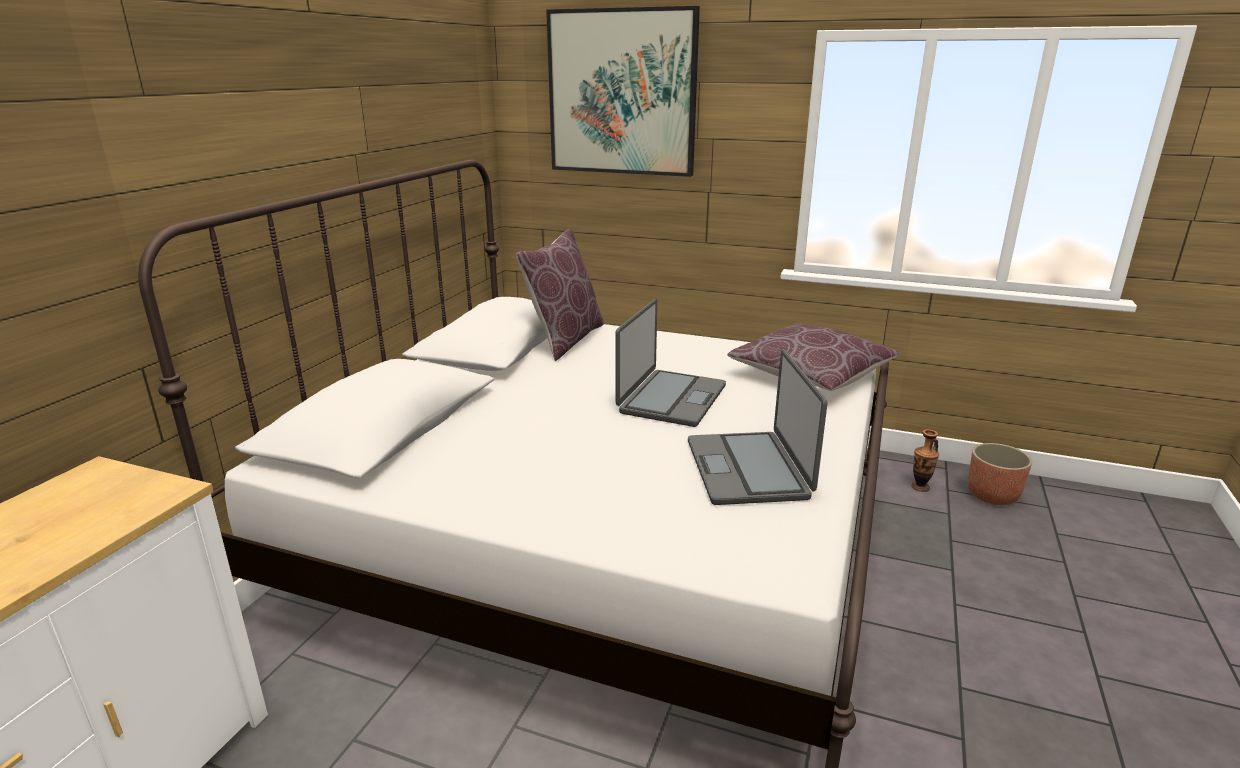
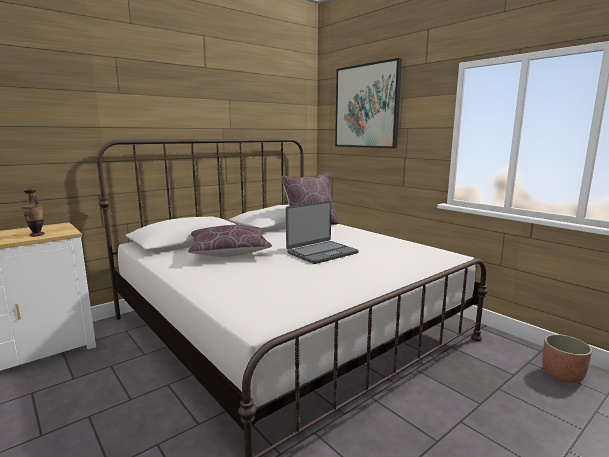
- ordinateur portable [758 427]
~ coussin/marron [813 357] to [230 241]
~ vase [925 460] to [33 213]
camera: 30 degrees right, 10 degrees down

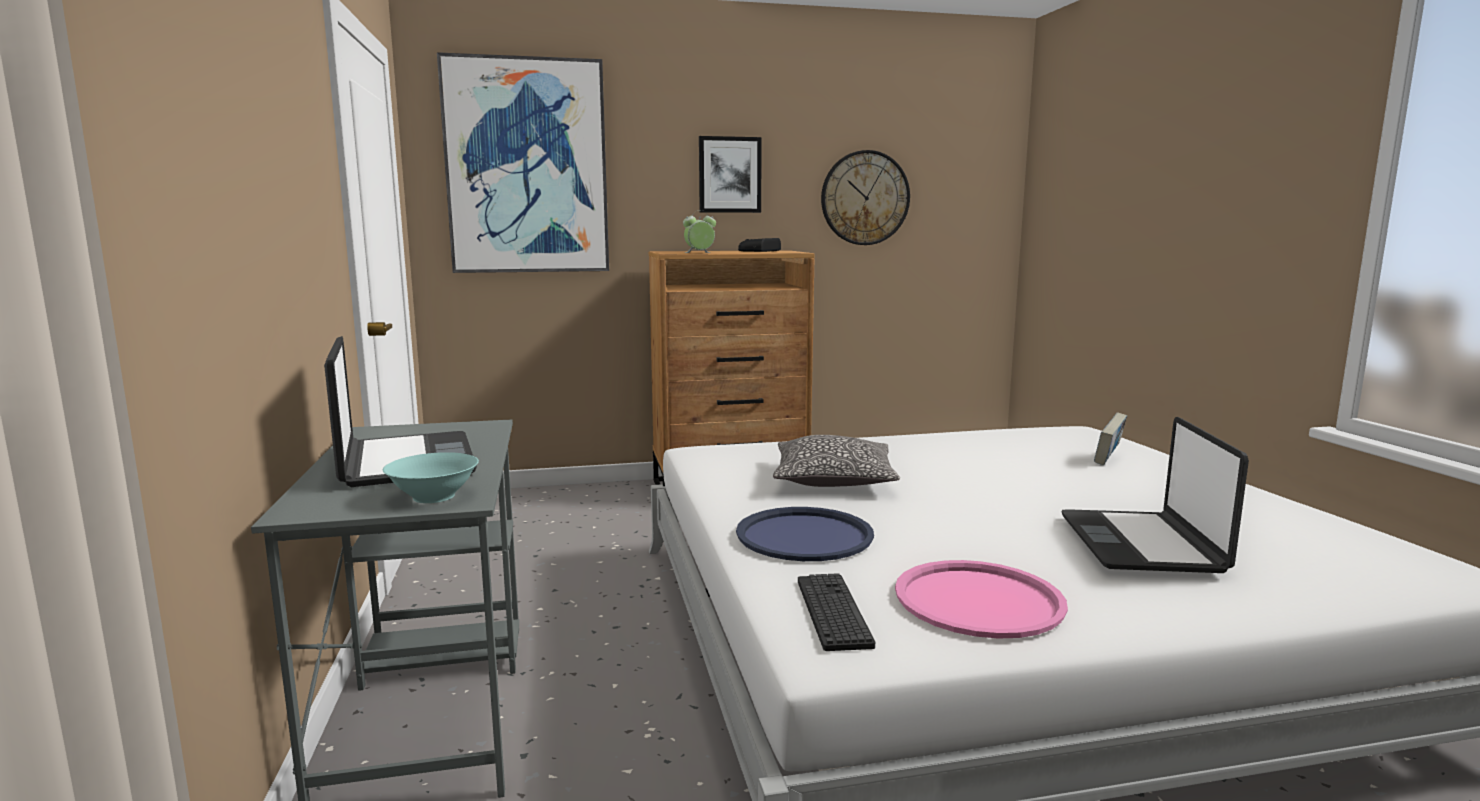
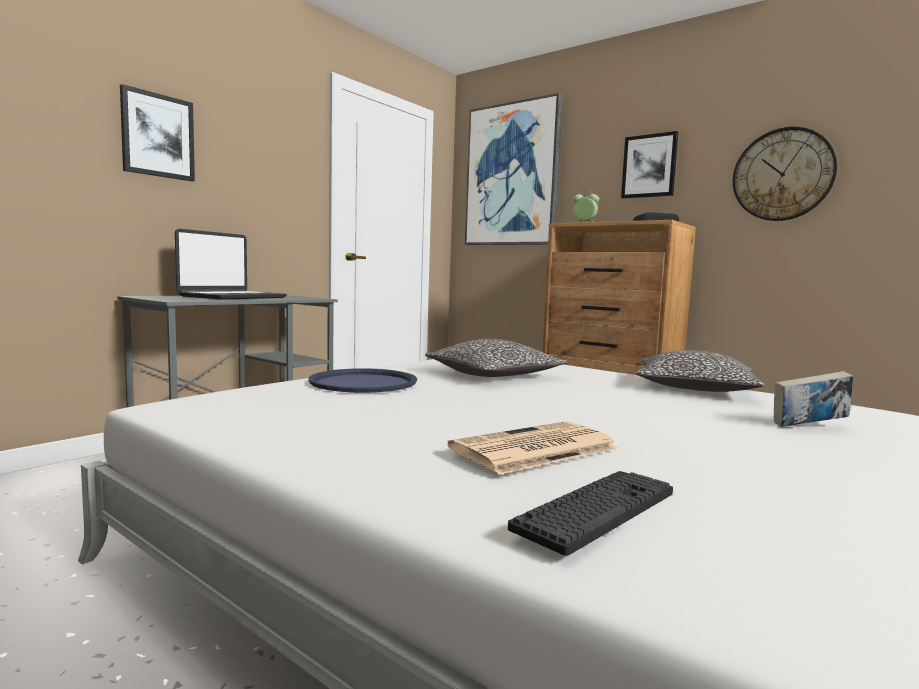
- bol/turquoise [431 477]
~ clavier [836 612] to [590 513]
- plateau/rose [981 599]
~ ordinateur portable [1155 495] to journal [532 448]
+ tableau [157 132]
+ coussin [699 371]
camera: 50 degrees right, 5 degrees down

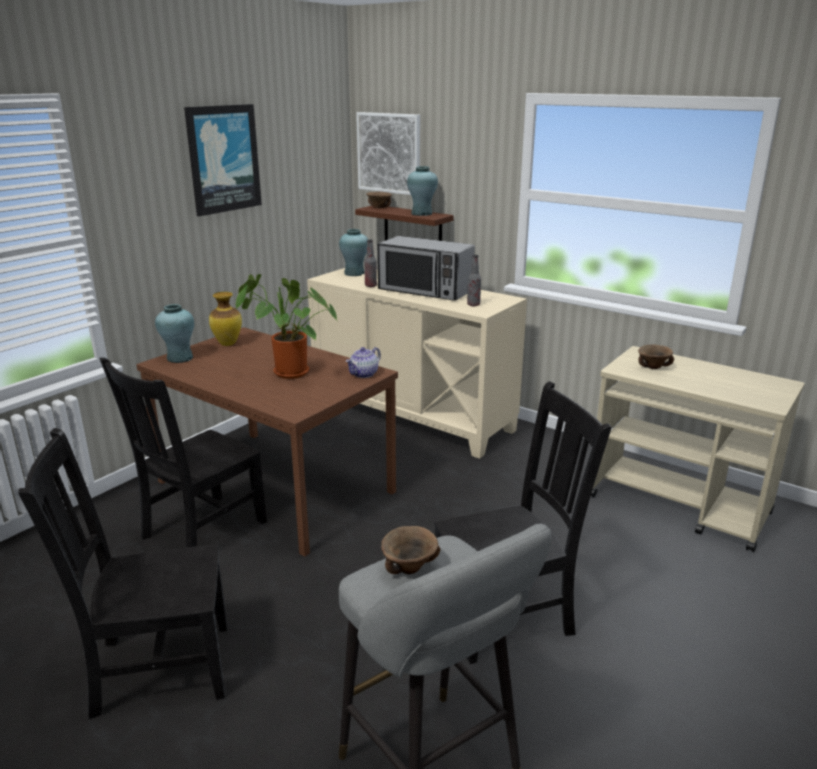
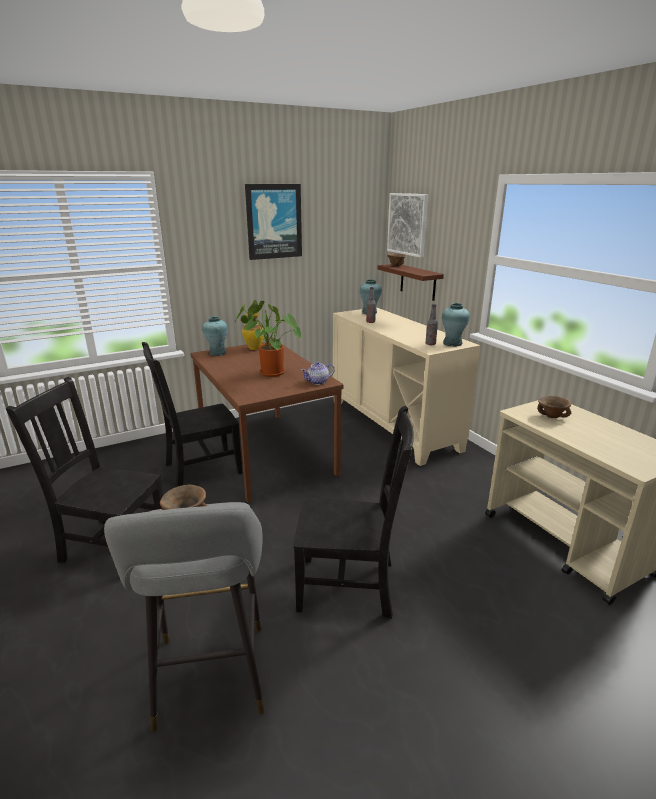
- micro-ondes [426 268]
~ vase/turquoise [422 191] to [456 324]
camera: 25 degrees right, 0 degrees up

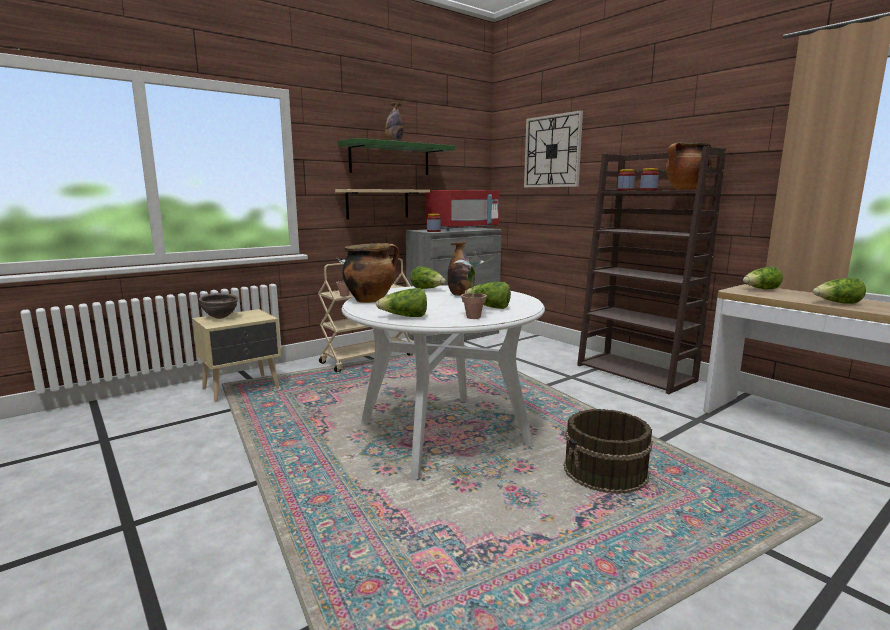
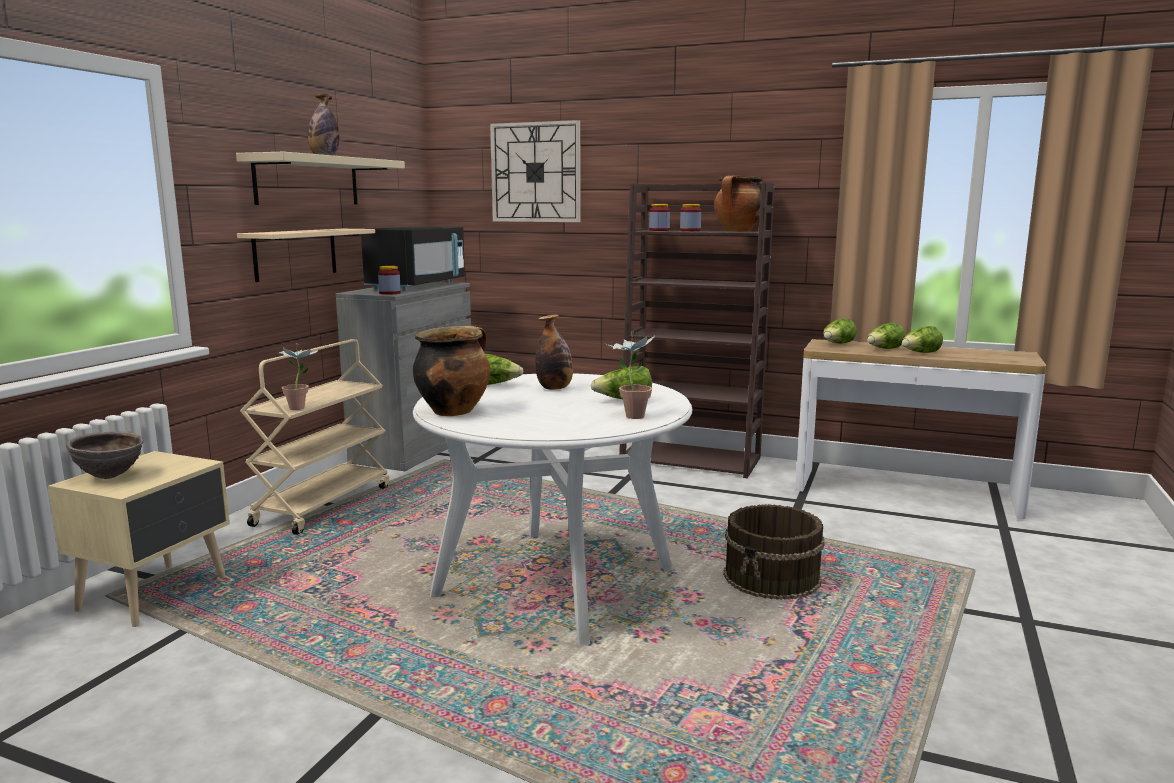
~ étagère/vert [396 156] to étagère/beige [320 178]
~ laitue [401 302] to [886 336]
~ micro-ondes/rouge [463 210] to micro-ondes/noir [413 258]
camera: 30 degrees left, 0 degrees up

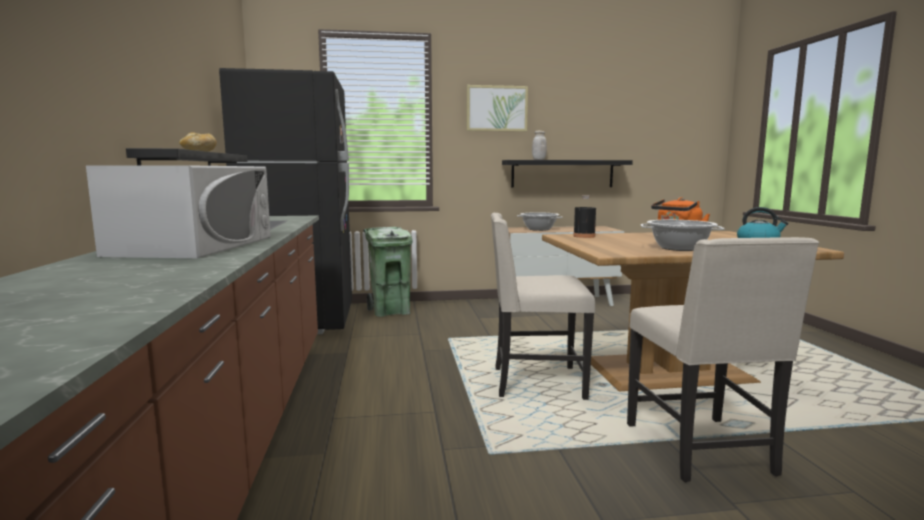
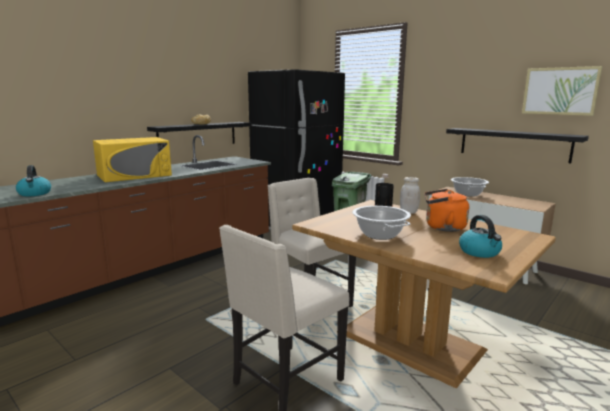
~ micro-ondes/blanc [178 211] to micro-ondes/jaune [132 159]
~ tableau [497 108] to [562 91]
~ bocal/blanc [539 145] to [410 195]
+ bouilloire [33 180]
camera: 50 degrees right, 5 degrees up

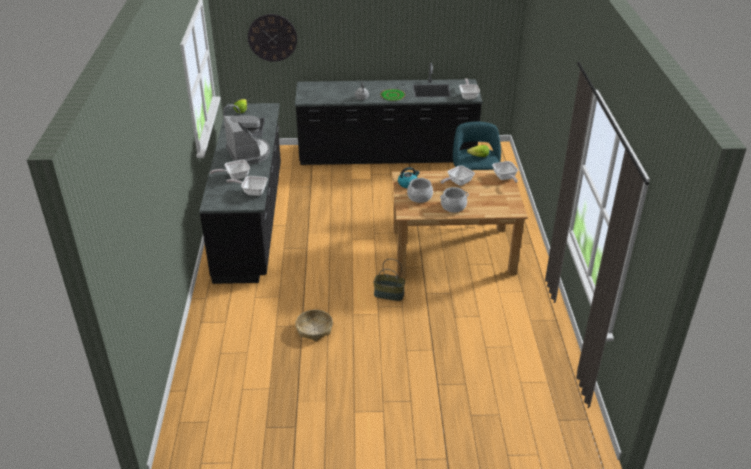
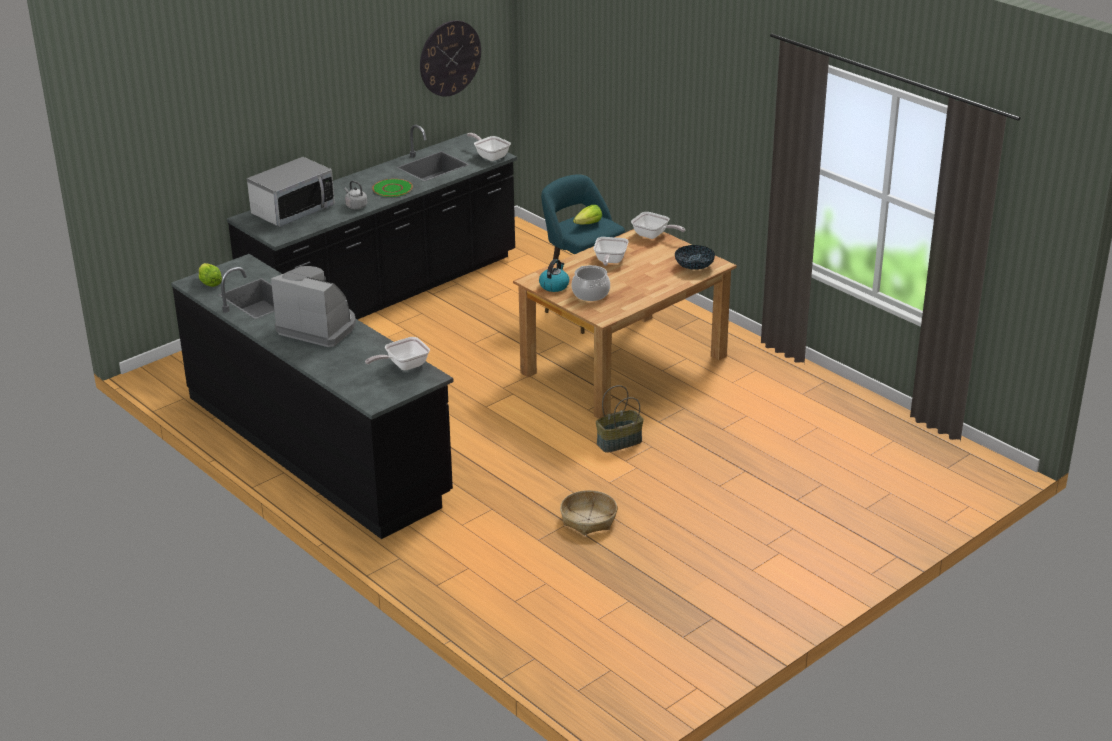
- poêle [229 170]
~ horloge murale [272 38] to [450 58]
- marmite [454 200]
+ micro-ondes [291 192]
+ bol [695 257]
camera: 40 degrees left, 5 degrees down

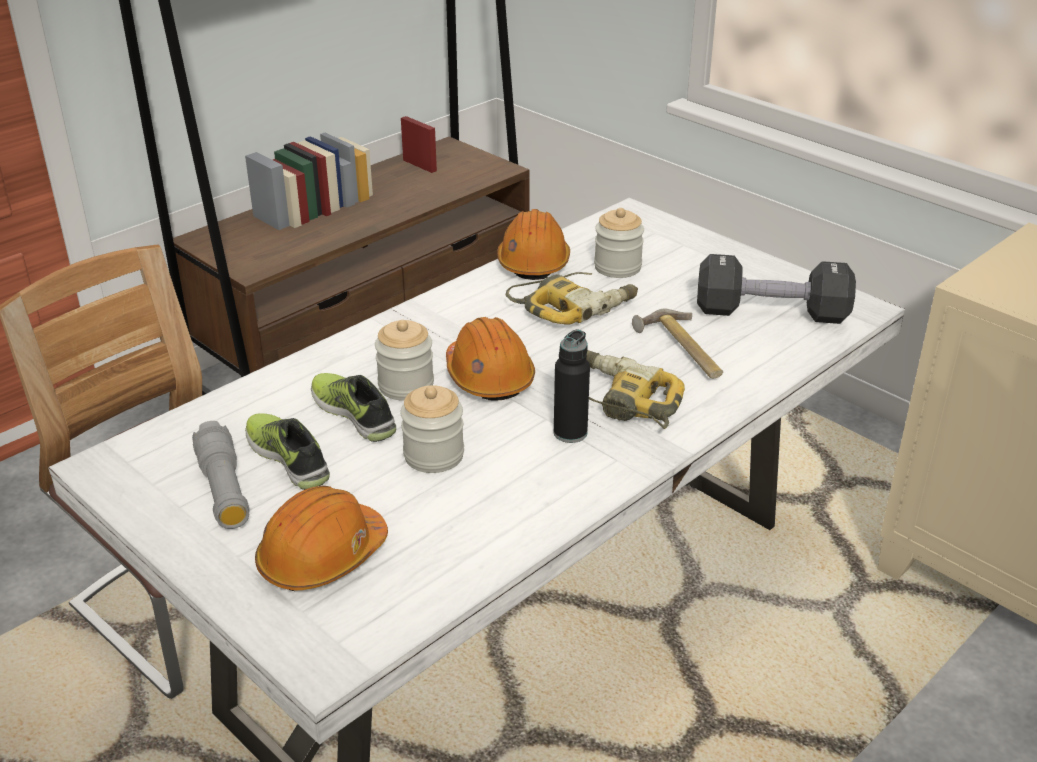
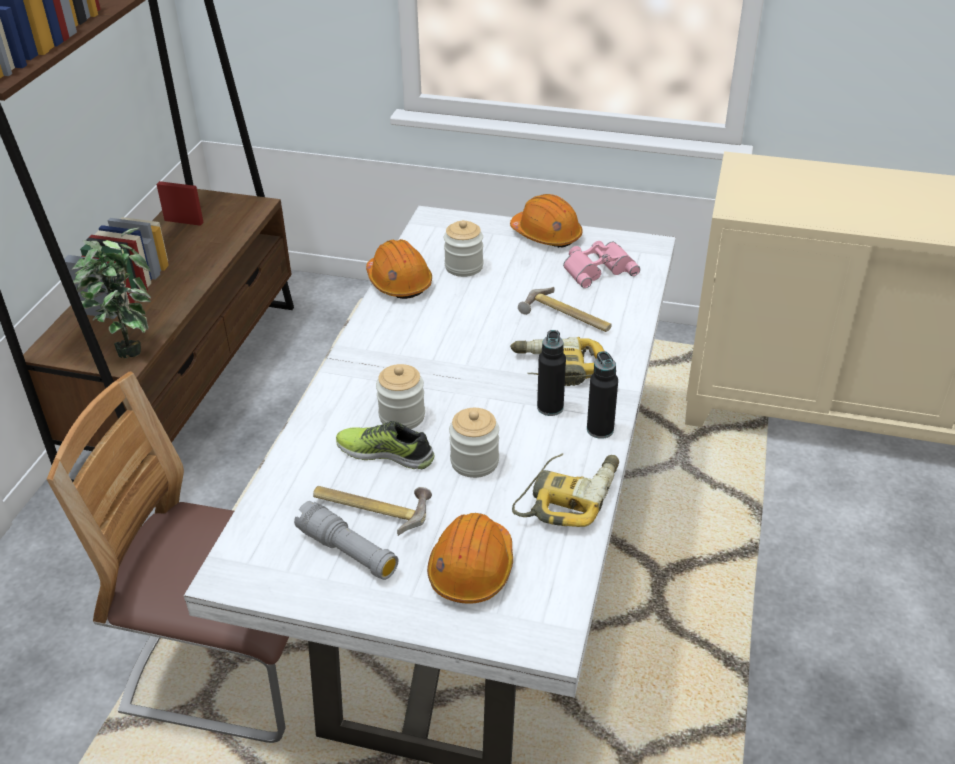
~ chaussure [287 451] to marteau [372 511]
~ casque de chantier/orange [490 359] to [546 221]
~ perceuse [572 298] to [565 490]
~ haltère/noir [776 289] to jumelles/rose [601 264]
+ plante en pot [111 292]
+ bouteille/noir [602 395]
camera: 30 degrees left, 5 degrees up

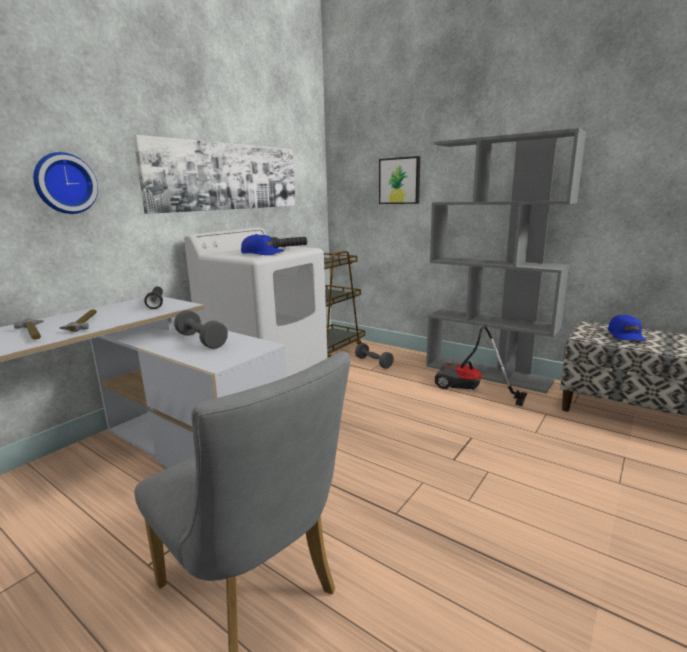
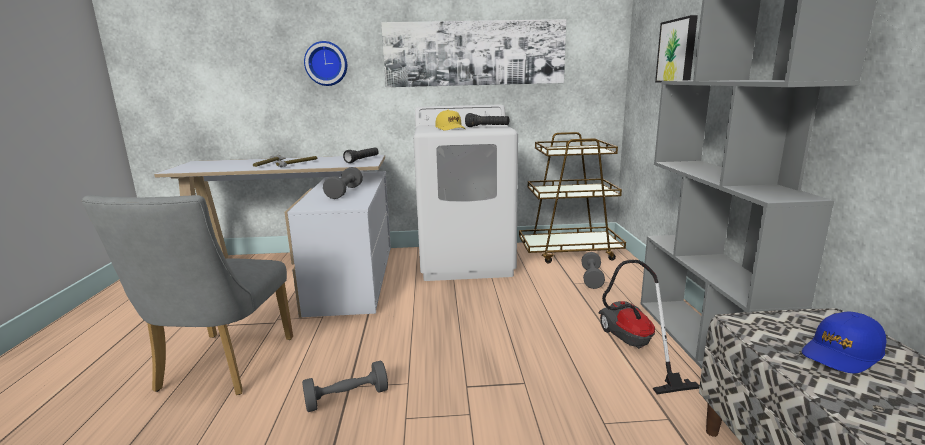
~ casquette/bleu [262 244] to casquette/jaune [450 120]
+ haltère/gris [345 386]
camera: 50 degrees right, 0 degrees up

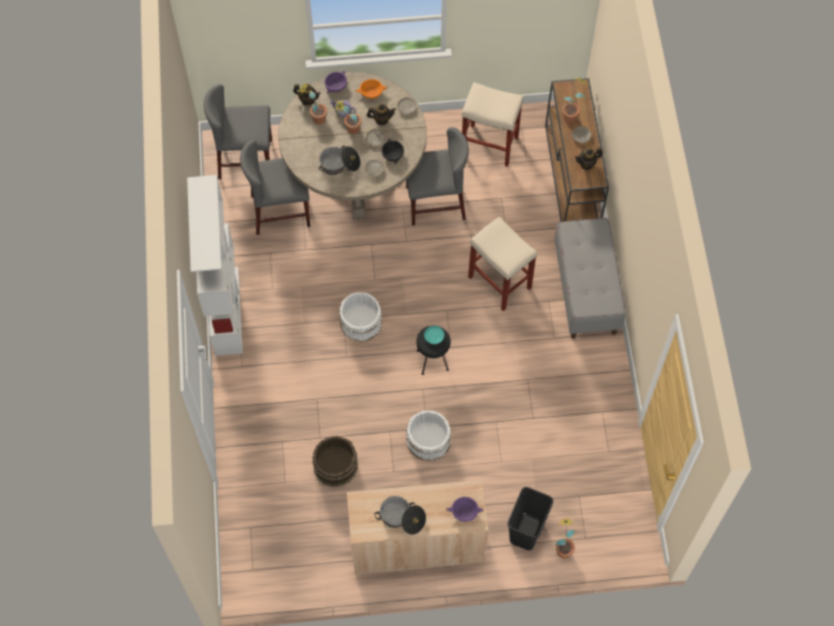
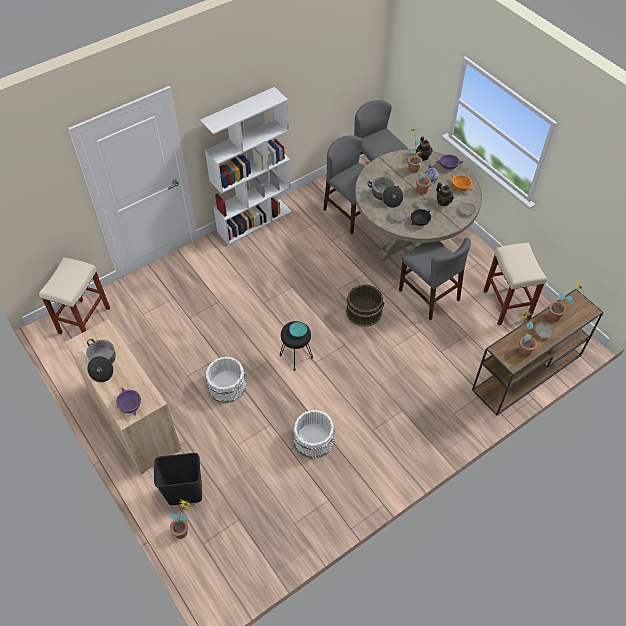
~ seau/marron [335 461] to [365 305]
~ seau/blanc [360 317] to [314 434]
~ tabouret/beige [503 264] to [74 295]
- banc/gris [590 278]
~ théière [588 159] to plante en pot [528 334]
camera: 60 degrees right, 10 degrees down

